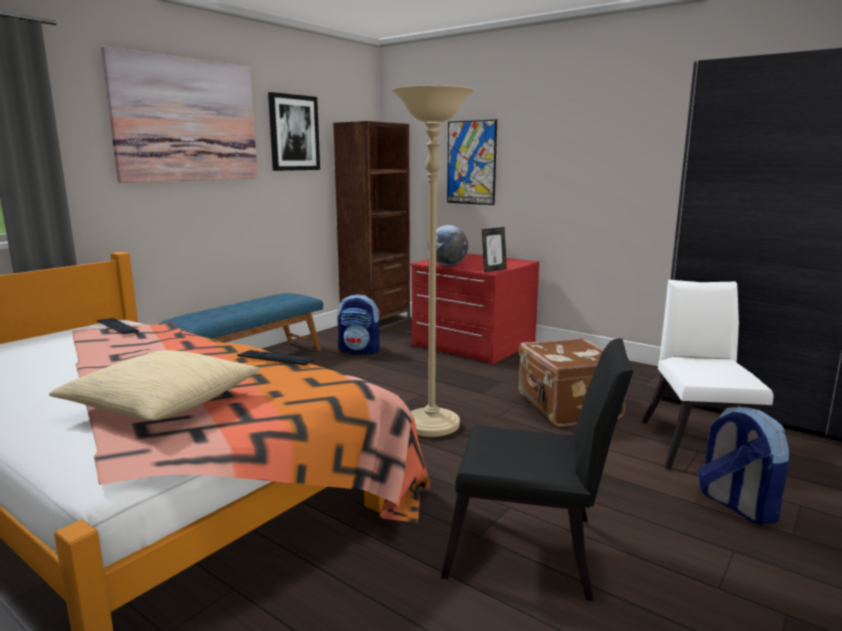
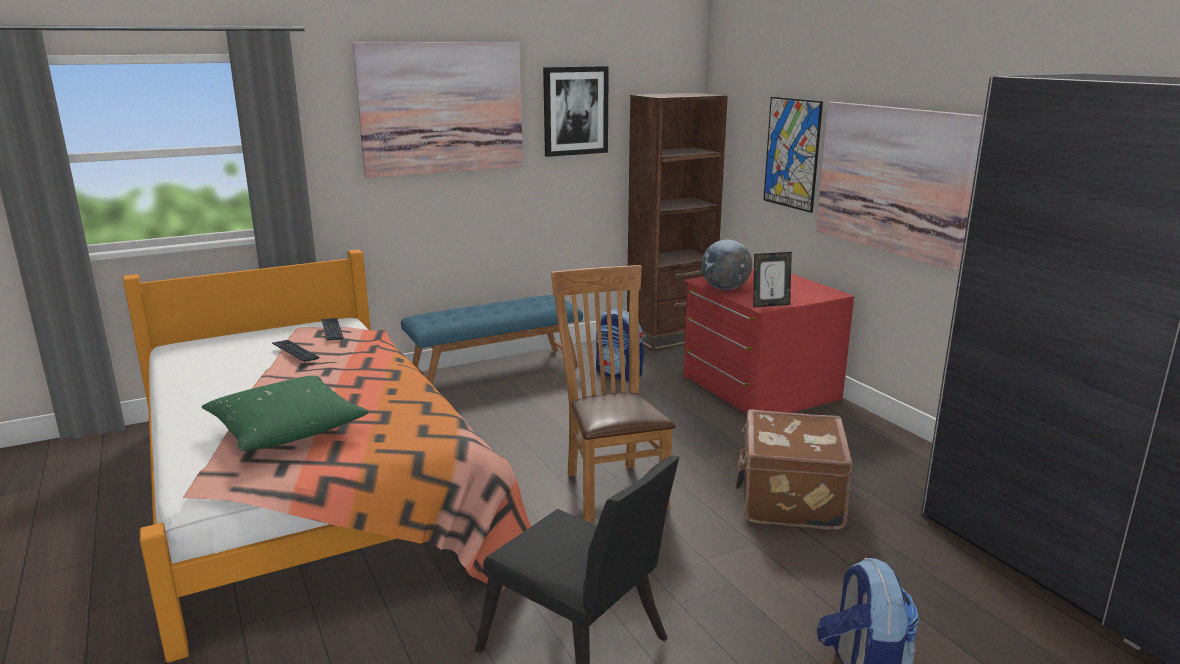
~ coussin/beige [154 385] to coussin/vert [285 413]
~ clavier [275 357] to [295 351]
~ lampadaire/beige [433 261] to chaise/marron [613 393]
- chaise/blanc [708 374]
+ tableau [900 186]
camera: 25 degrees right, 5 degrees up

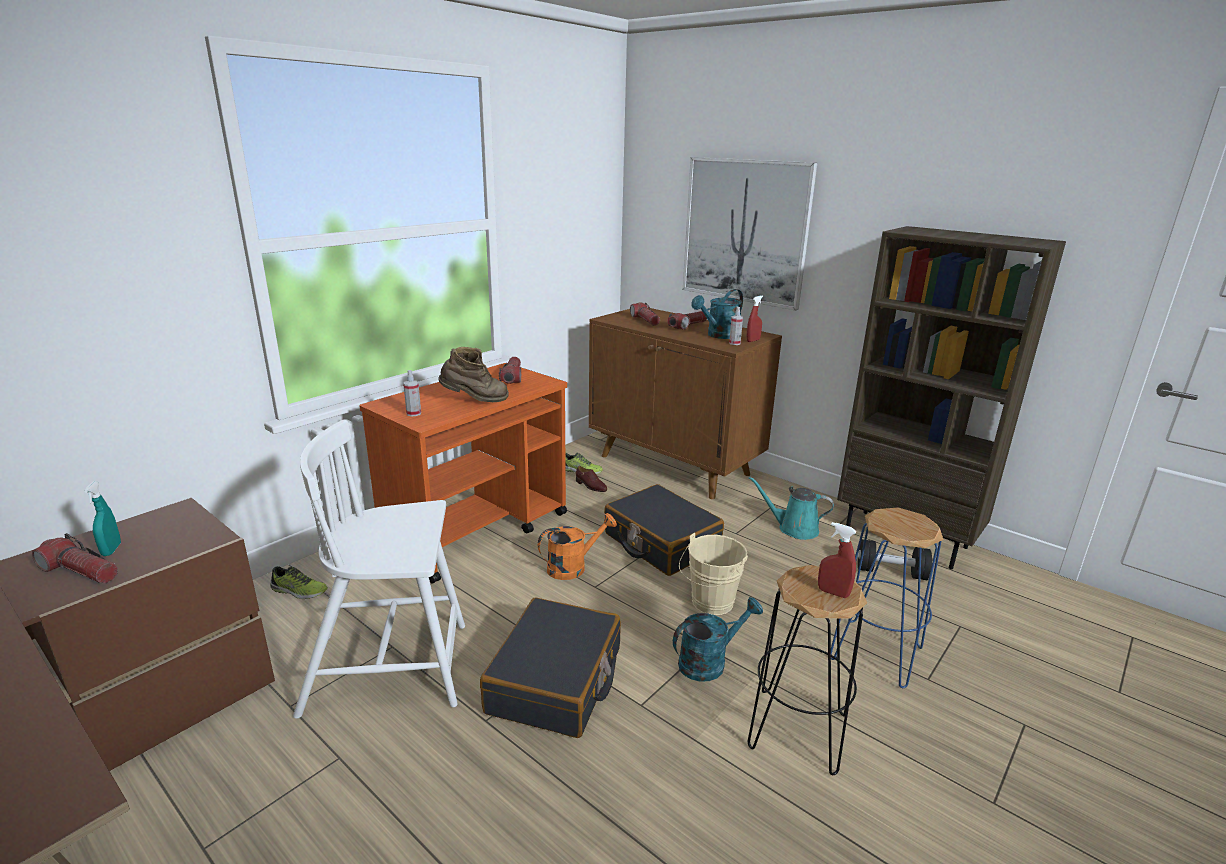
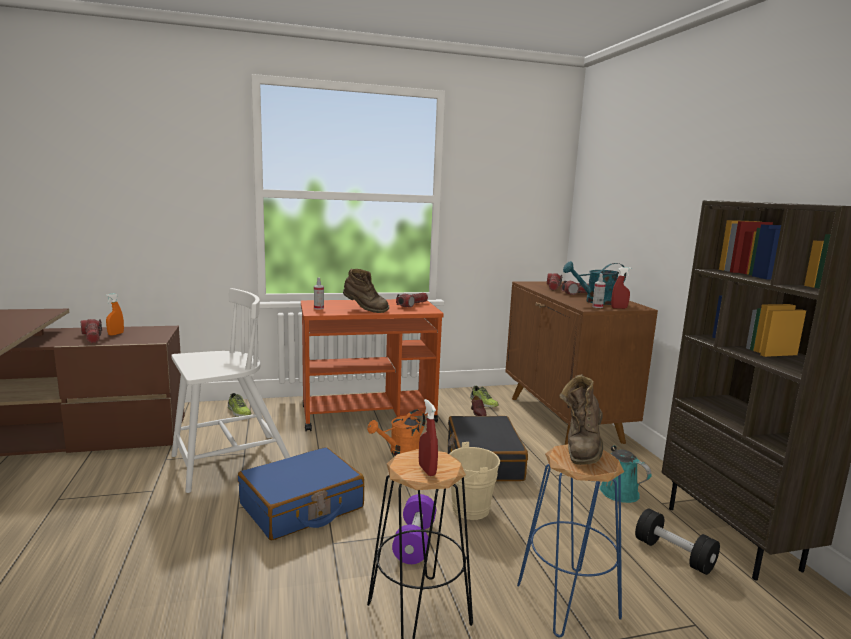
~ vaporisateur/turquoise [102 518] to vaporisateur/orange [115 314]
~ chaise/blanc [379 569] = [230 390] 120 degrees clockwise
~ valise/noir [550 668] to valise/bleu [301 493]
~ arrosoir/orange [577 546] = [396 432] 135 degrees clockwise
~ arrosoir/turquoise [718 639] to haltère/violet [414 529]
- tableau [750 234]
+ botte/marron [581 419]
camera: 35 degrees right, 10 degrees down

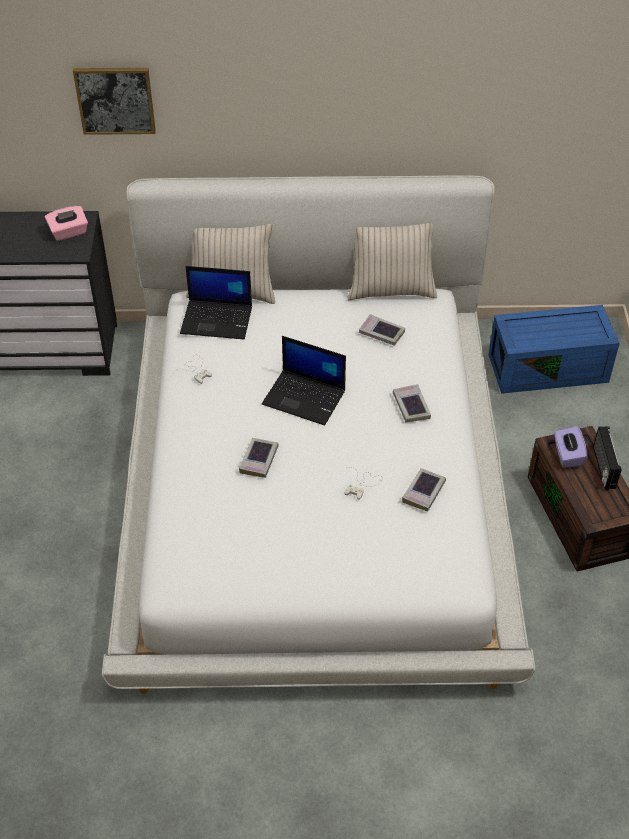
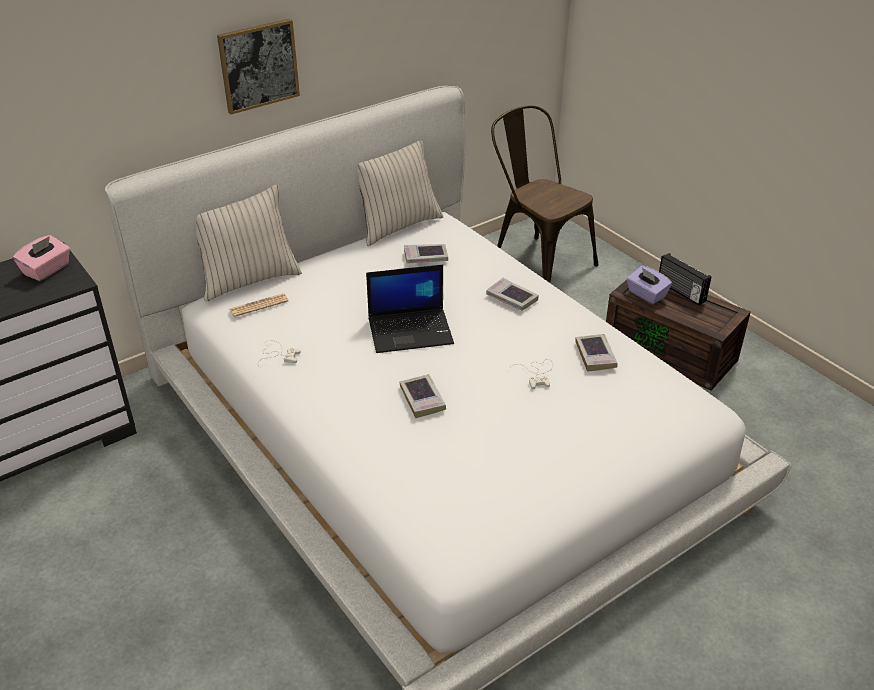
~ tableau [114 101] to [258 66]
~ ordinateur portable [216 302] to journal [259 305]
~ boîte de rangement/bleu [554 349] to chaise/marron [545 194]
camera: 35 degrees left, 10 degrees down

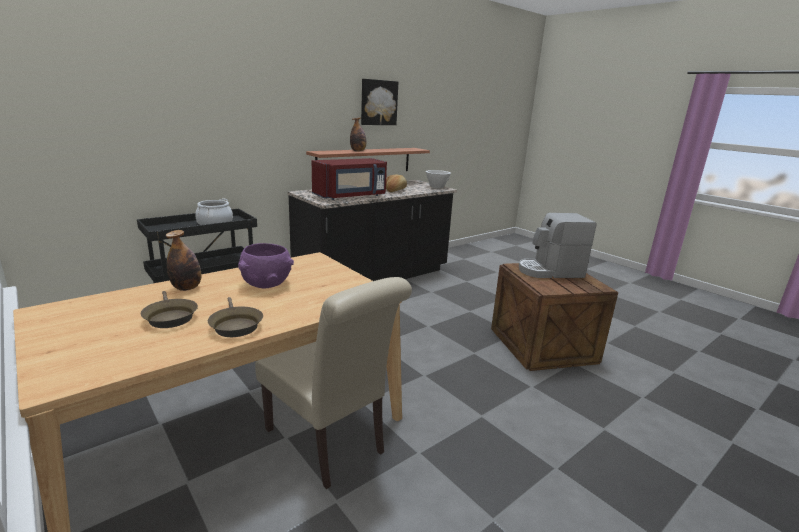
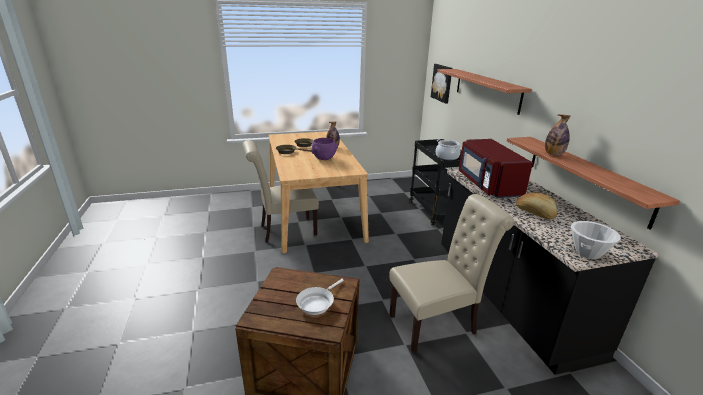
~ tableau [379 102] to [441 84]
~ machine à café [558 245] to poêle/blanc [319 297]
+ chaise/beige [451 273]
+ étagère [484 92]
camera: 115 degrees right, 5 degrees up

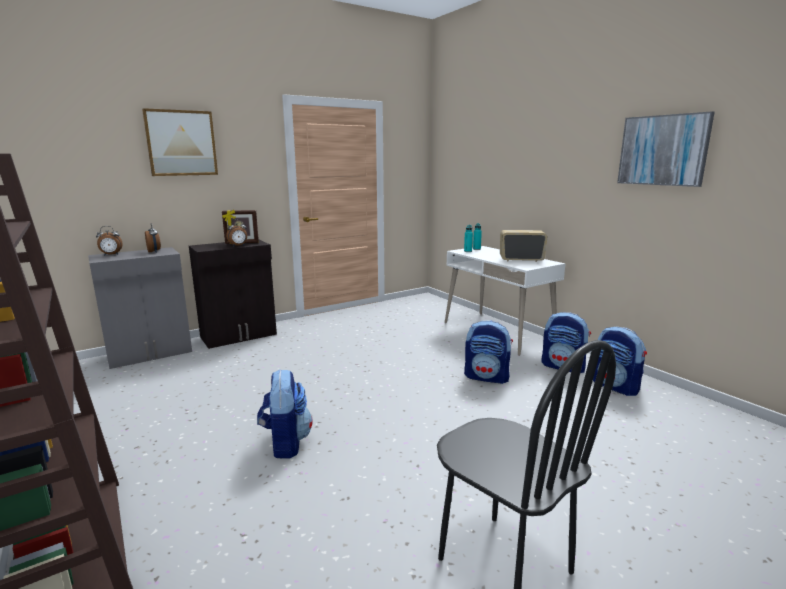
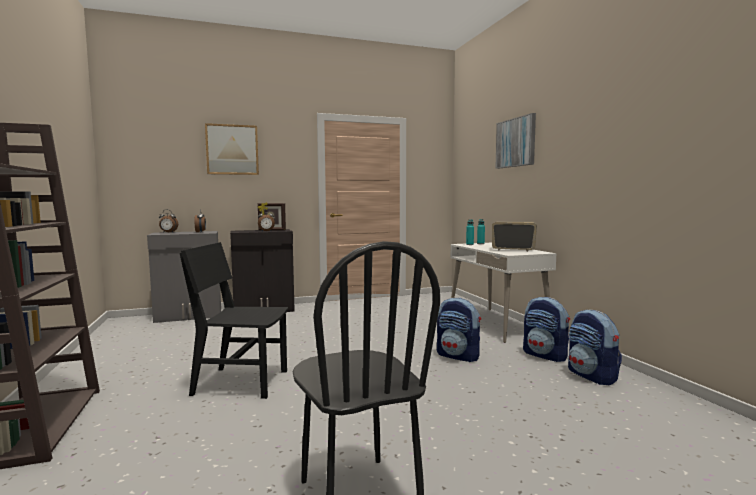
~ sac à dos [285 414] to chaise/noir [234 320]
~ tableau [666 149] to [515 141]
camera: 15 degrees right, 10 degrees down

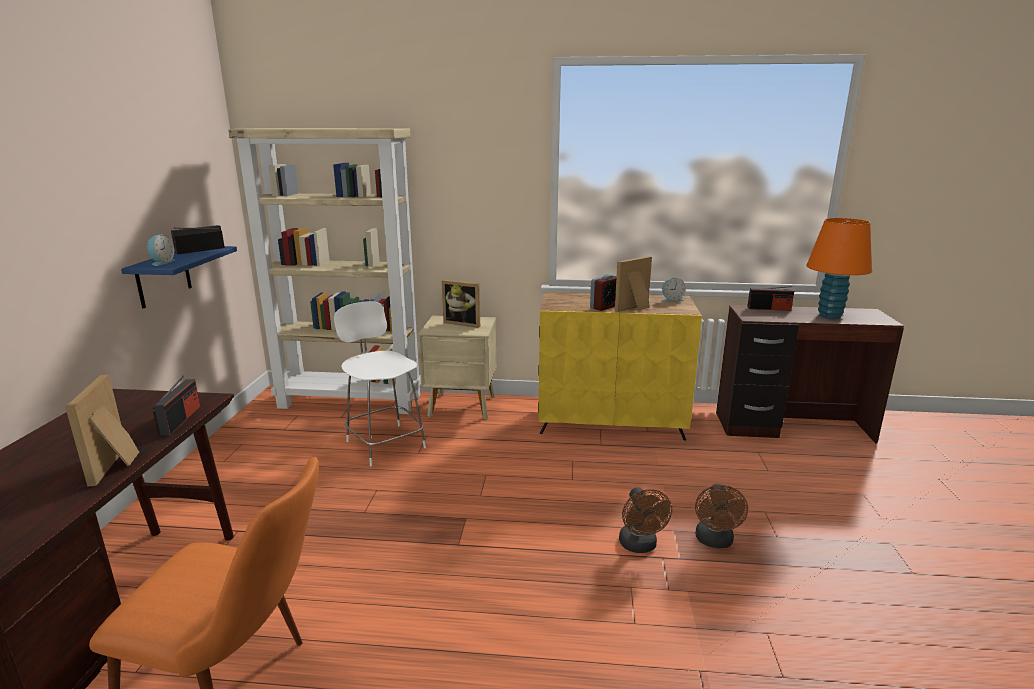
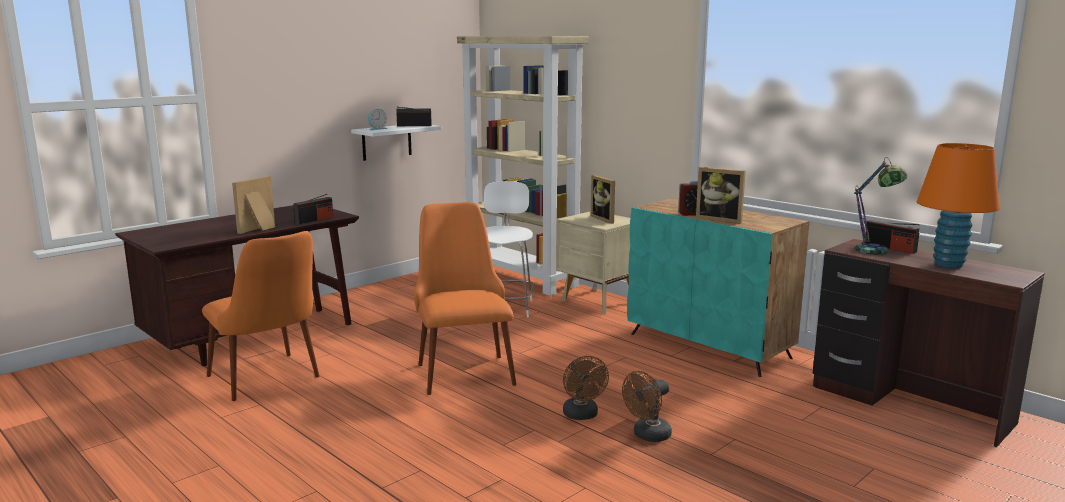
~ étagère/bleu [179 277] to étagère/blanc [396 143]
~ meuble de rangement/jaune [620 366] to meuble de rangement/turquoise [718 287]
~ cadre photo [633 284] = [721 195] 150 degrees counterclockwise
~ ventilateur/marron [645 520] = [586 388] 45 degrees counterclockwise
- réveil [674 289]
+ chaise/orange [465 298]
+ lampe de table [881 206]
camera: 40 degrees right, 5 degrees down

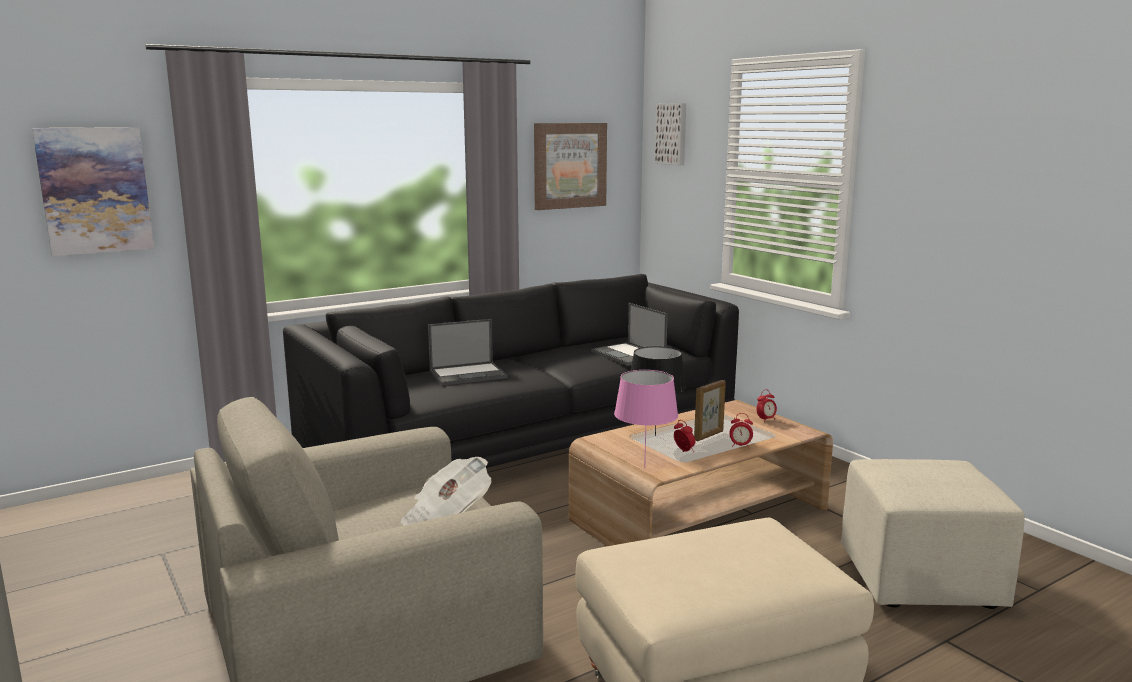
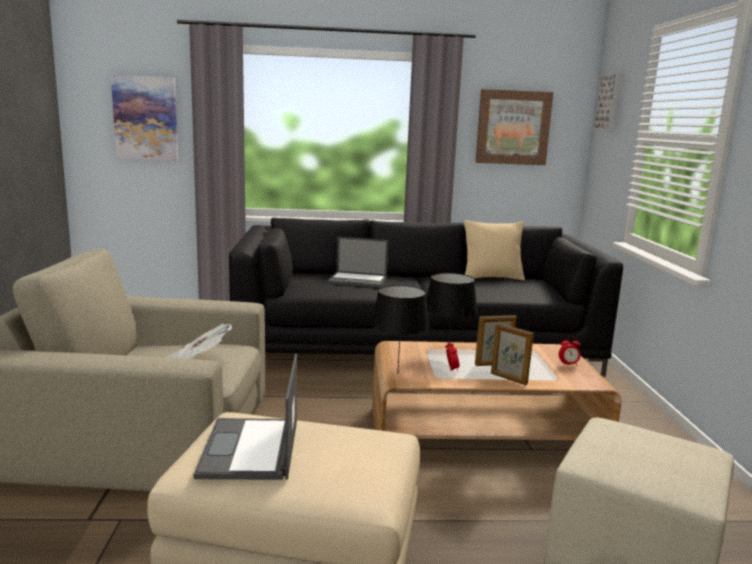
~ ordinateur portable [629 334] to [245 417]
~ lampe de table/rose [646 419] to lampe de table/noir [400 327]
~ réveil [741 430] to cadre photo [512 354]
+ coussin/beige [494 250]
camera: 30 degrees right, 0 degrees up

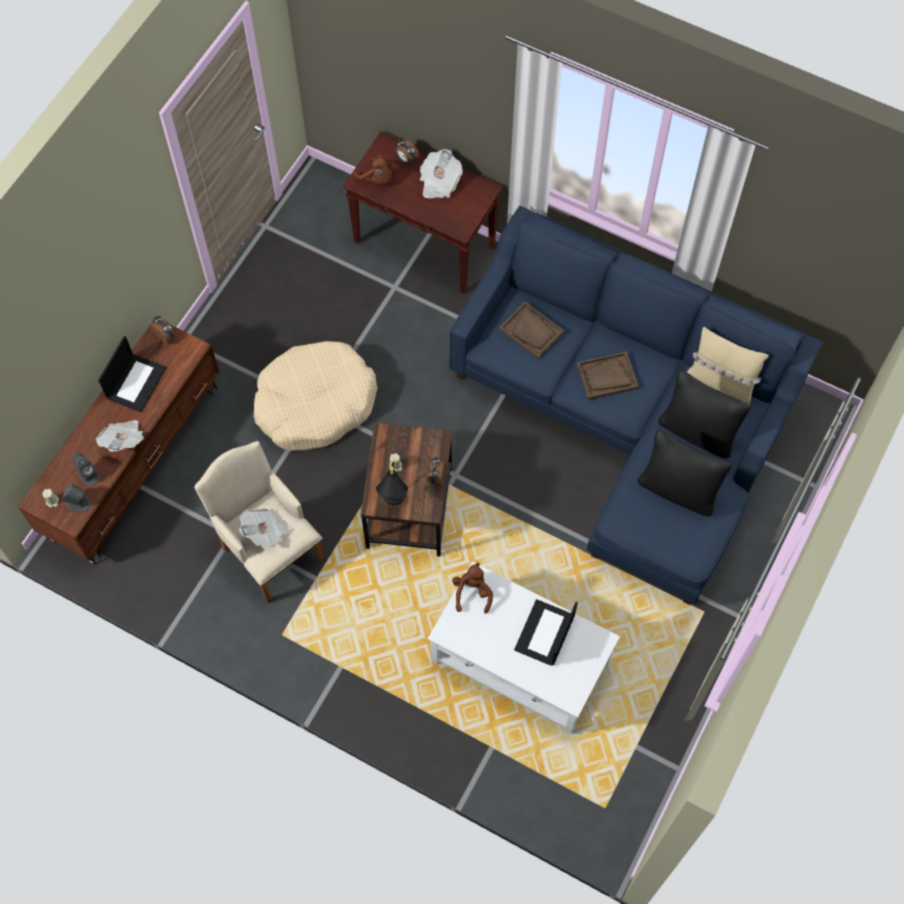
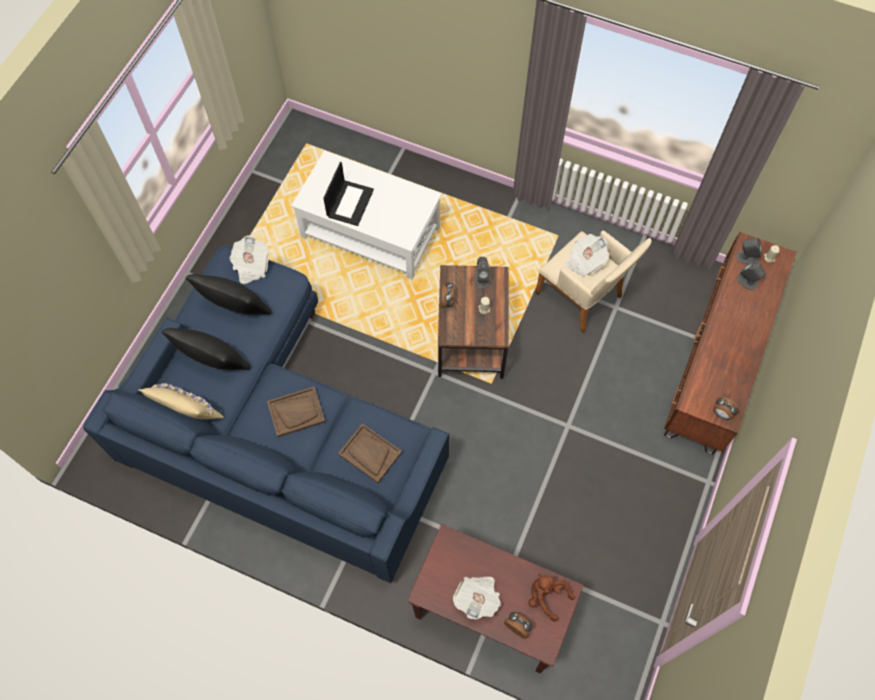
~ journal [120 436] to [250 259]
- ordinateur portable [132 374]
- panier pour chien/beige [316 396]
~ lampe de table/noir [392 482] to enceinte/gris [482 273]
- peluche/marron [472 588]
camera: 175 degrees right, 0 degrees up

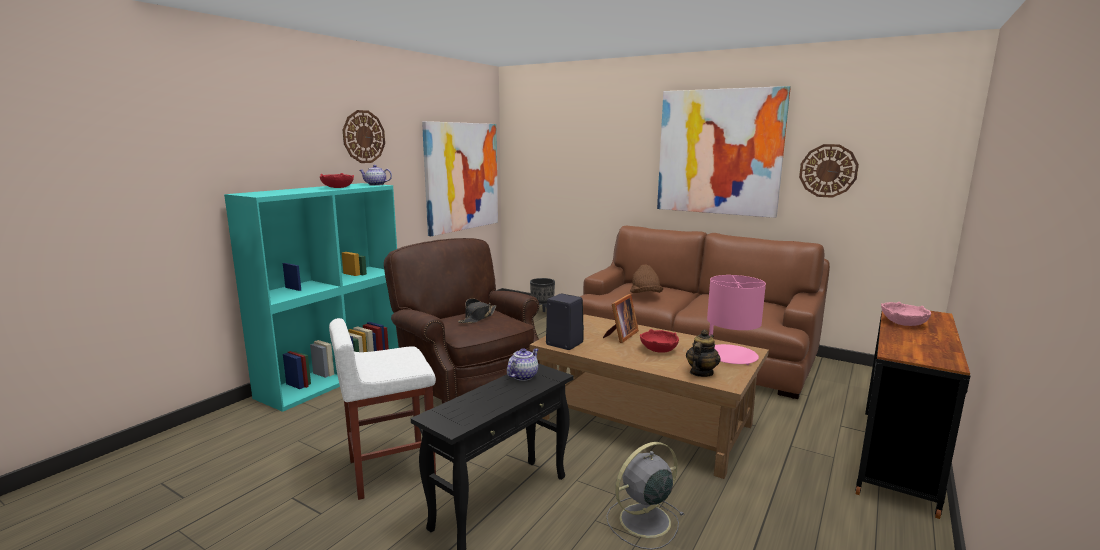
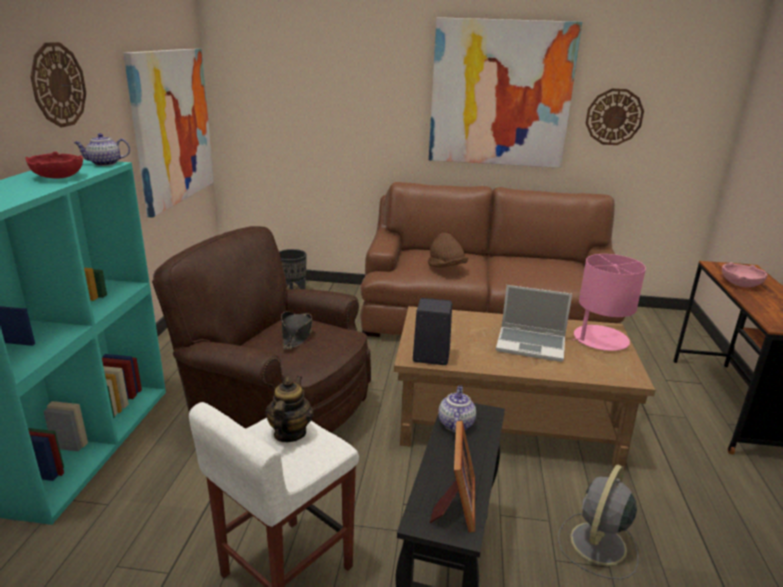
~ cadre photo [621 318] to [452 476]
~ bol/rouge [659 341] to ordinateur portable [534 323]
~ théière [703 353] to [289 409]
camera: 25 degrees left, 10 degrees up

